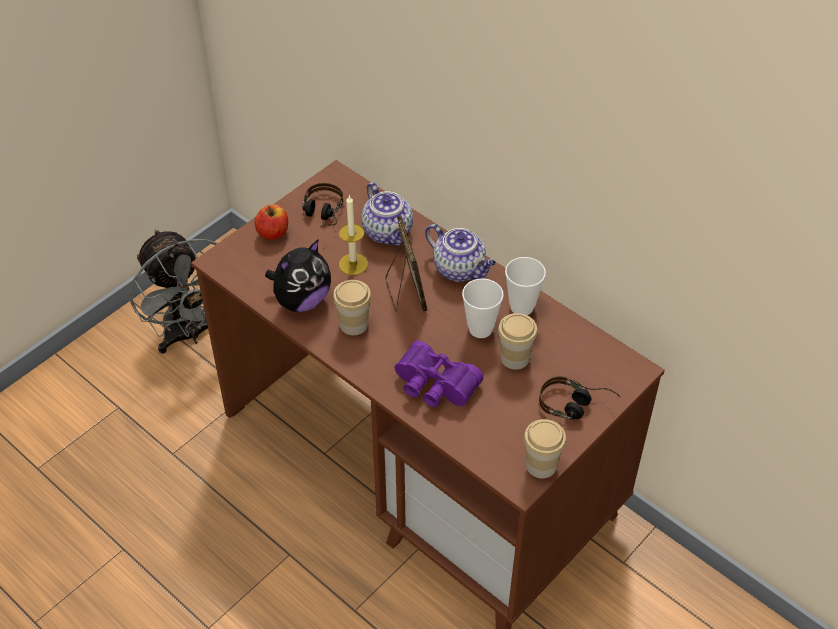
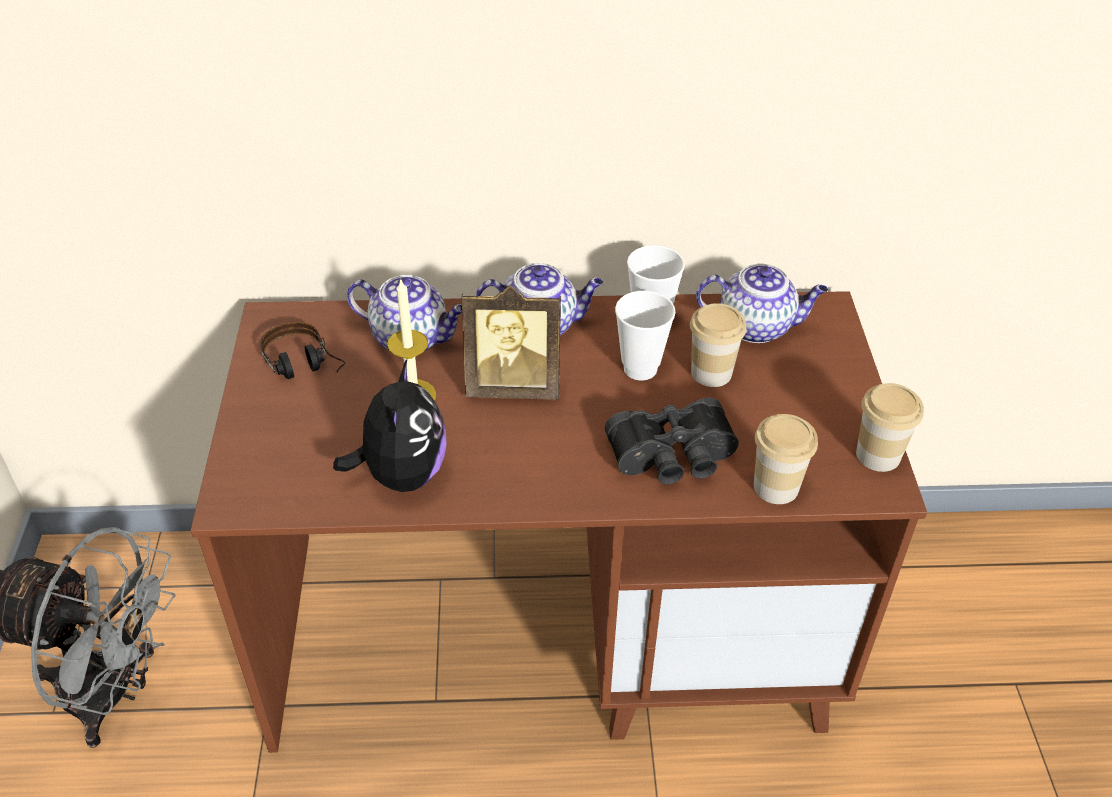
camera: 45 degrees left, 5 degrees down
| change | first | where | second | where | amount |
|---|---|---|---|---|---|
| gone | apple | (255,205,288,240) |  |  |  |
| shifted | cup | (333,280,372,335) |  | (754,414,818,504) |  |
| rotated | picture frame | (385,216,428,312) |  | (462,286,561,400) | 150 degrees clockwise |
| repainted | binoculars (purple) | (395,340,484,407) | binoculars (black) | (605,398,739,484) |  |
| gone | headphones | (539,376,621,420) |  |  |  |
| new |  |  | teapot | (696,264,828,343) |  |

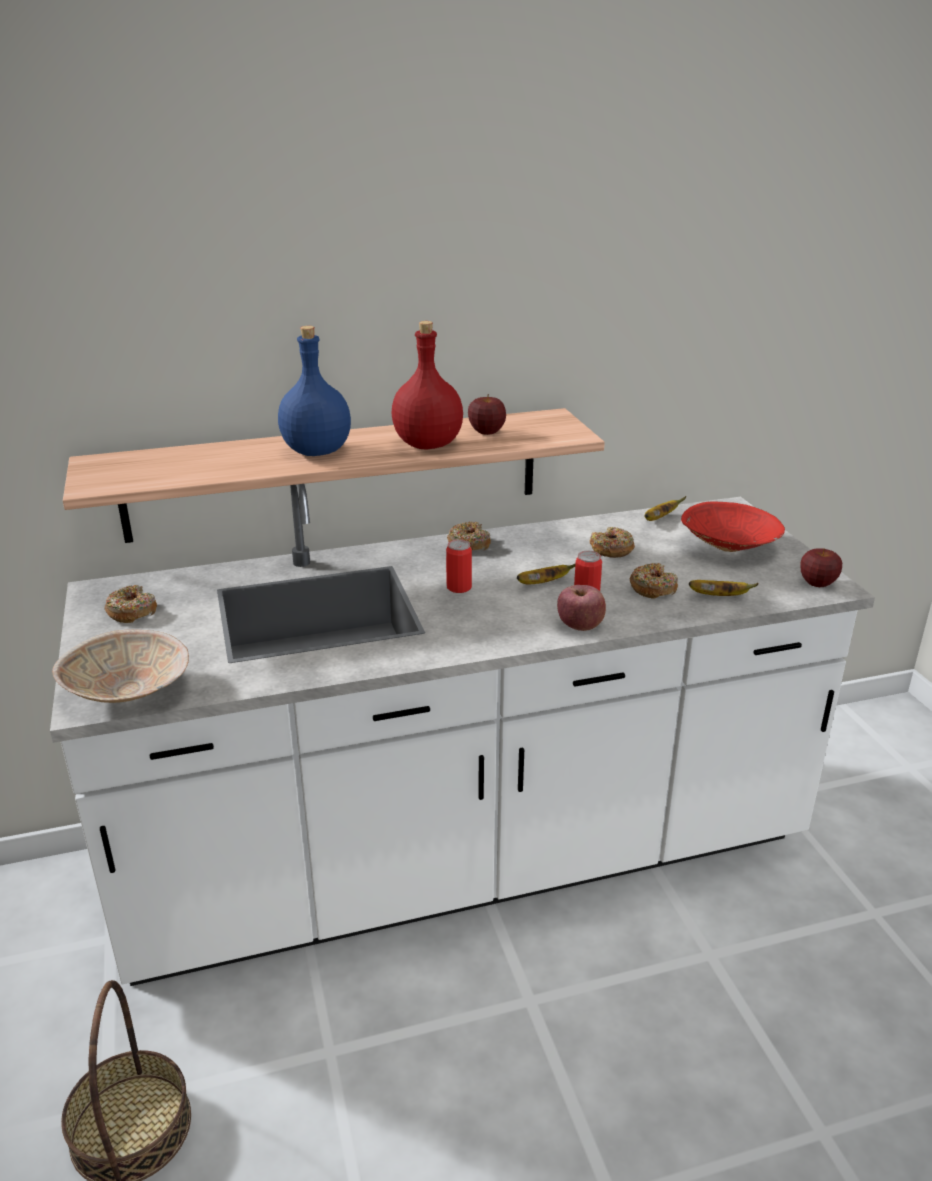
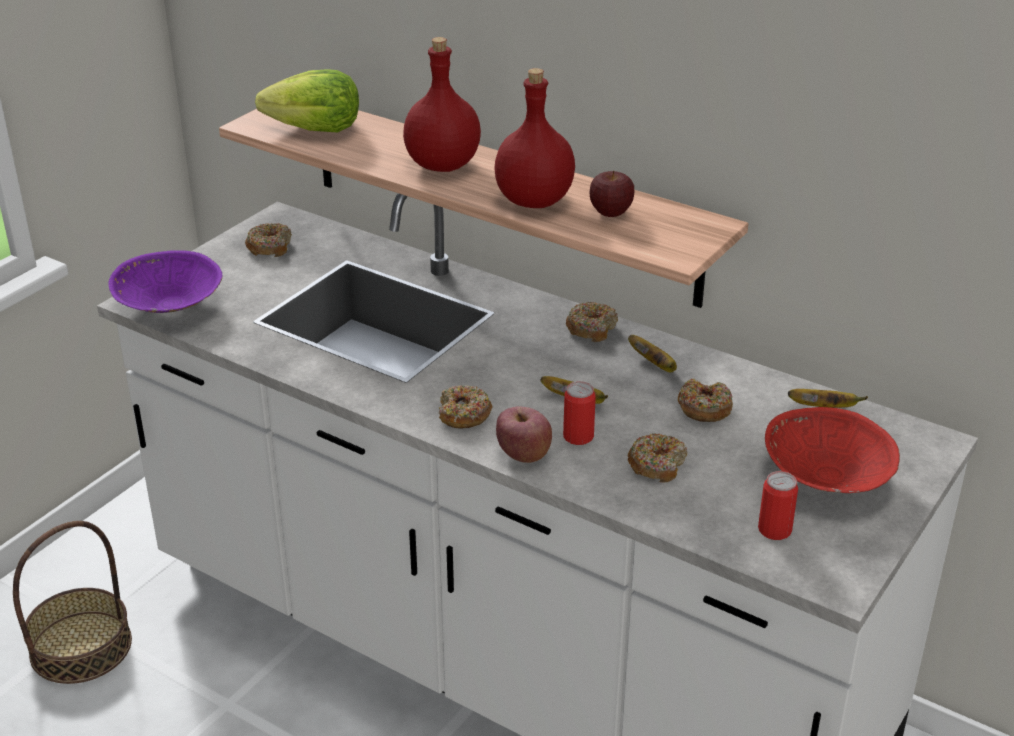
camera: 50 degrees right, 5 degrees up
| change | first | where | second | where | amount |
|---|---|---|---|---|---|
| repainted | bowl (beige) | (52,630,189,703) | bowl (purple) | (109,250,223,313) |  |
| repainted | bottle (blue) | (278,326,351,456) | bottle (red) | (403,37,481,172) |  |
| shifted | can | (446,539,472,593) |  | (758,471,798,540) |  |
| shifted | banana | (689,580,759,596) |  | (628,335,677,373) |  |
| gone | apple | (800,548,842,587) |  |  |  |
| new |  |  | lettuce | (255,69,359,133) |  |
| new |  |  | donut | (439,385,493,428) |  |

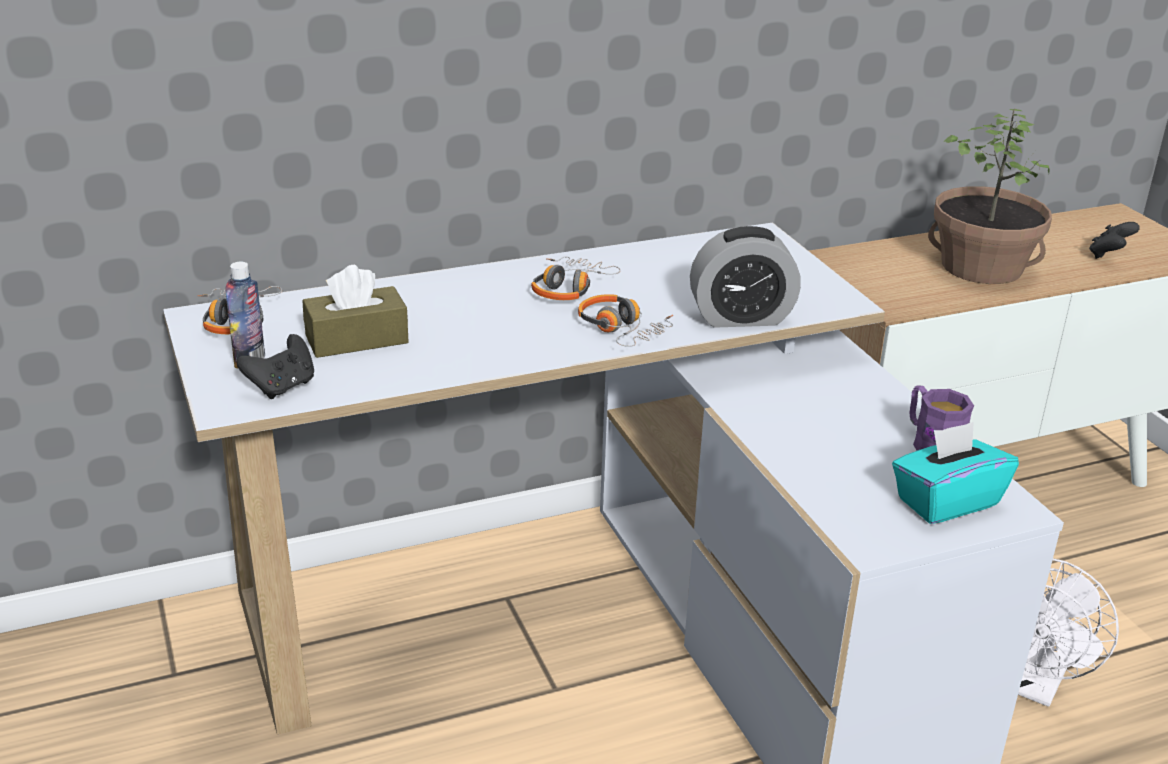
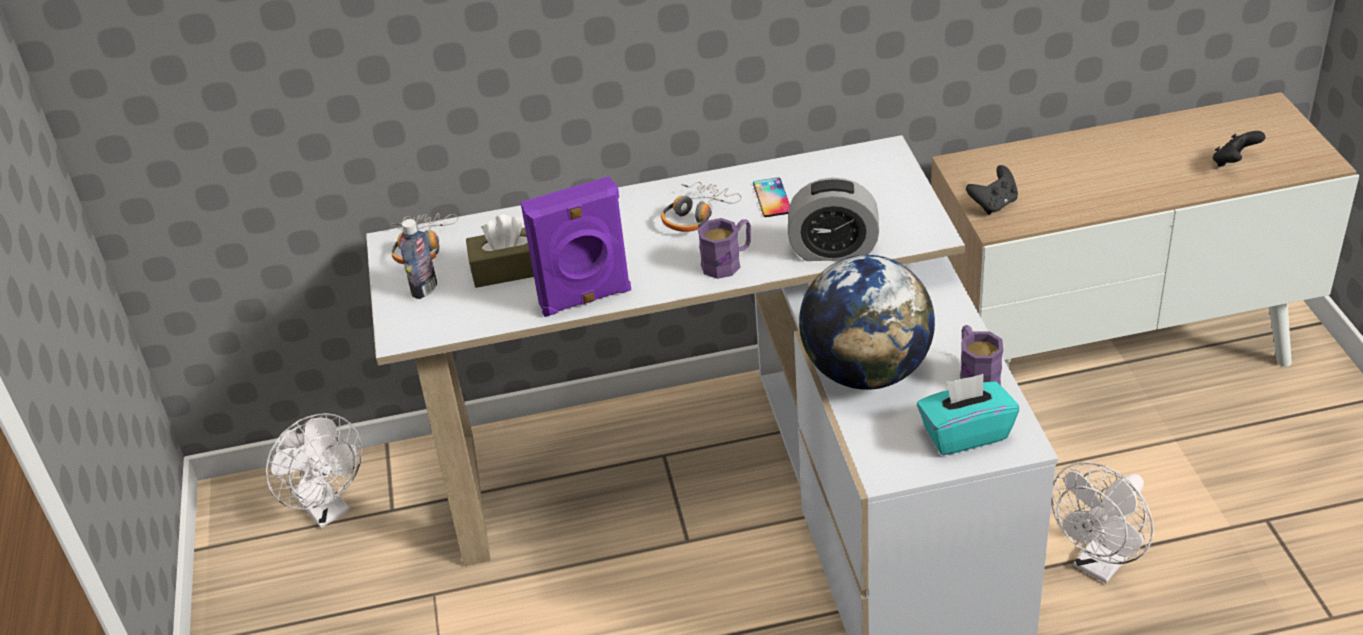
camera: 15 degrees right, 10 degrees up
| change | first | where | second | where | amount |
|---|---|---|---|---|---|
| shifted | game controller (black) | (237,334,314,399) |  | (966,165,1018,215) |  |
| swapped | headphones | (578,294,673,347) | mug (purple) | (698,218,751,279) |  |
| gone | potted plant | (928,109,1052,284) |  |  |  |
| new |  |  | fan (white) | (266,413,362,528) |  |
| new |  |  | speaker (purple) | (520,176,631,317) |  |
| new |  |  | phone | (753,178,790,217) |  |
| new |  |  | globe | (799,255,935,390) |  |

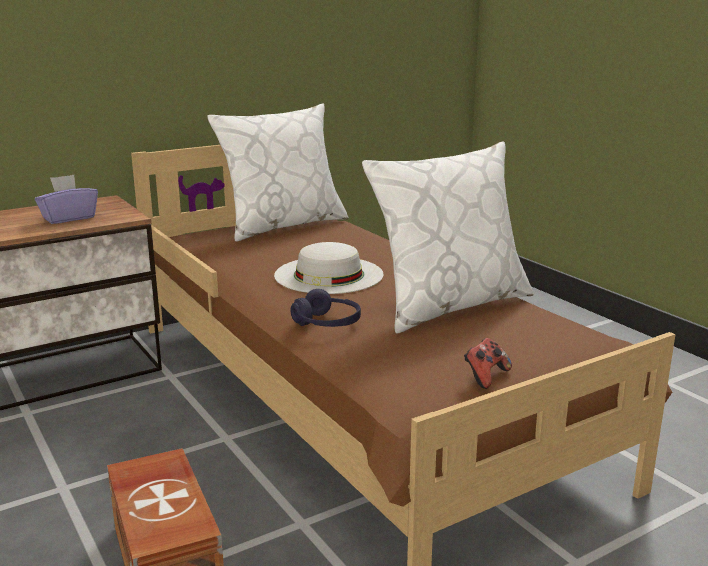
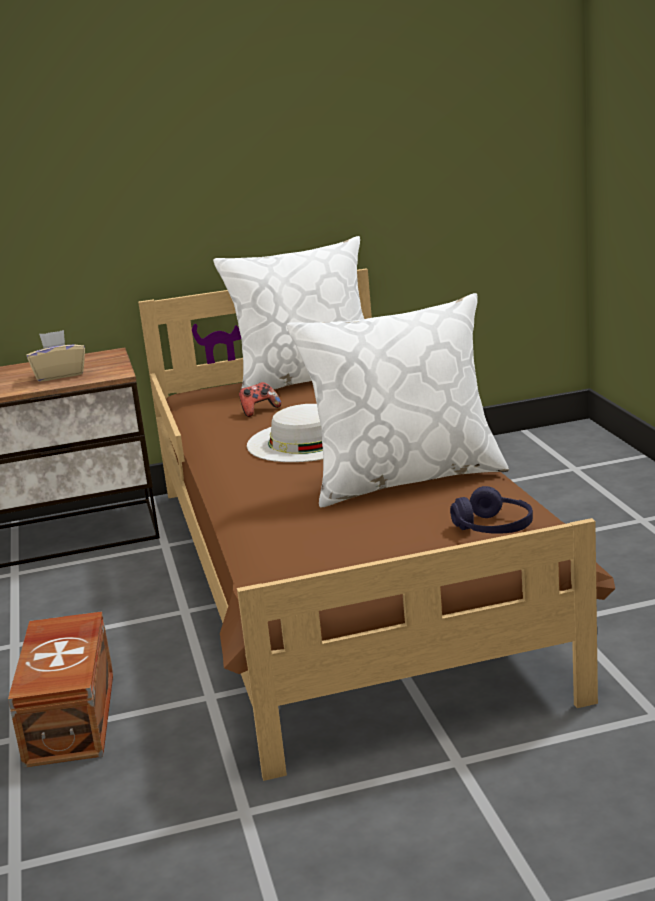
camera: 20 degrees right, 0 degrees up
| change | first | where | second | where | amount |
|---|---|---|---|---|---|
| repainted | tissue box (purple) | (35,175,98,224) | tissue box (beige) | (26,330,85,382) |  |
| shifted | headphones (purple) | (290,289,361,327) |  | (450,486,533,534) |  |
| shifted | game controller | (464,338,512,389) |  | (239,382,281,417) |  |

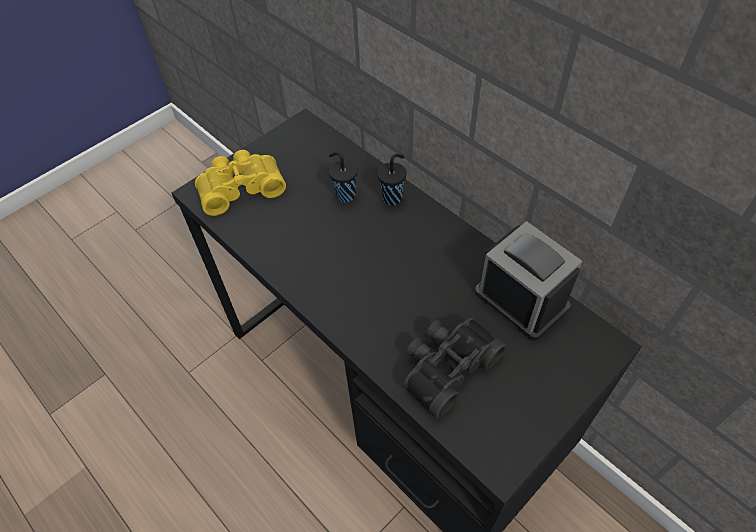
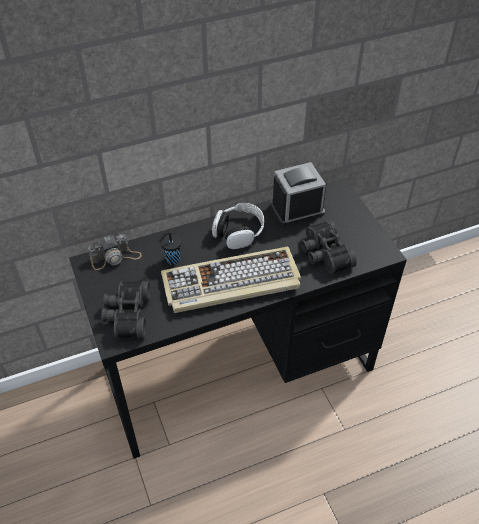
camera: 70 degrees left, 5 degrees down
| change | first | where | second | where | amount |
|---|---|---|---|---|---|
| repainted | binoculars (yellow) | (195,150,286,216) | binoculars (black) | (101,281,150,338) |  |
| gone | cup (black) | (377,154,406,205) |  |  |  |
| new |  |  | photo camera | (88,234,142,270) |  |
| new |  |  | keyboard | (161,247,301,313) |  |
| new |  |  | headphones | (212,203,264,249) |  |

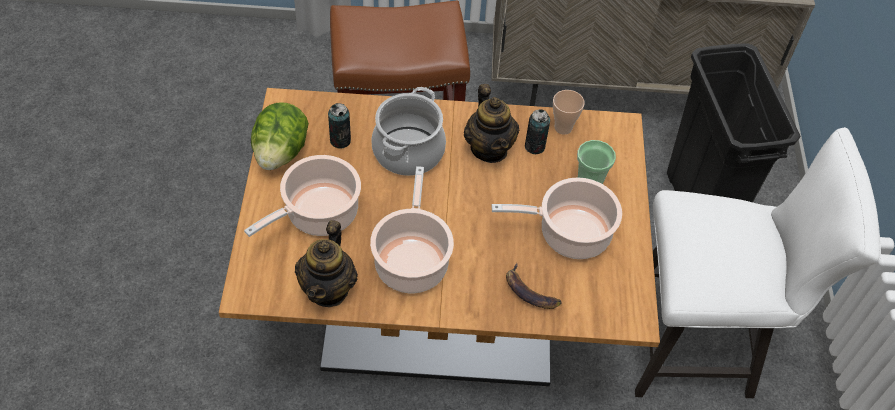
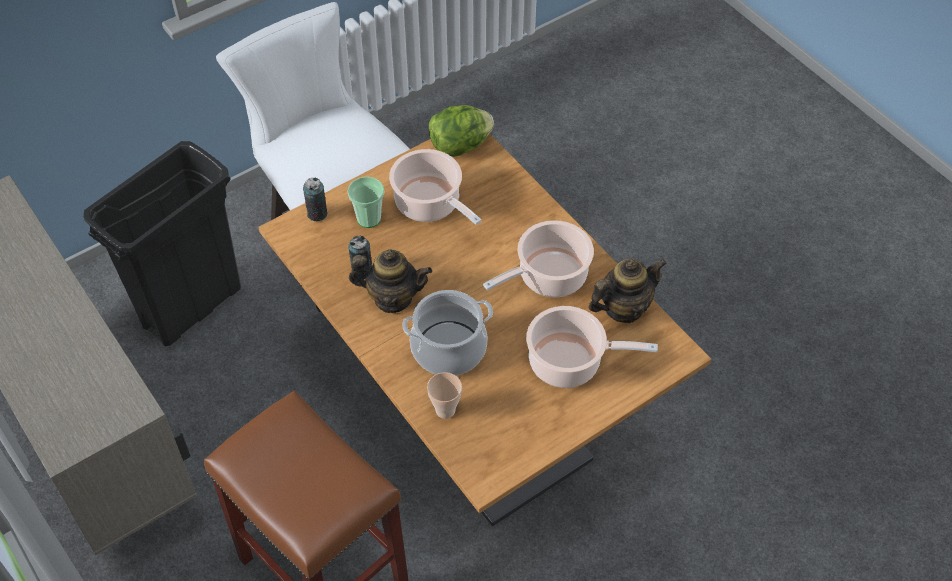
camera: 125 degrees left, 0 degrees up
| change | first | where | second | where | amount |
|---|---|---|---|---|---|
| shifted | lettuce | (251,102,309,170) |  | (429,105,494,157) |  |
| shifted | can | (328,103,351,149) |  | (303,178,327,221) |  |
| rotated | teapot | (464,84,519,163) |  | (349,249,432,313) | 60 degrees clockwise |
| gone | banana | (506,263,562,309) |  |  |  |
| shifted | cup | (553,90,585,135) |  | (427,372,462,419) |  |

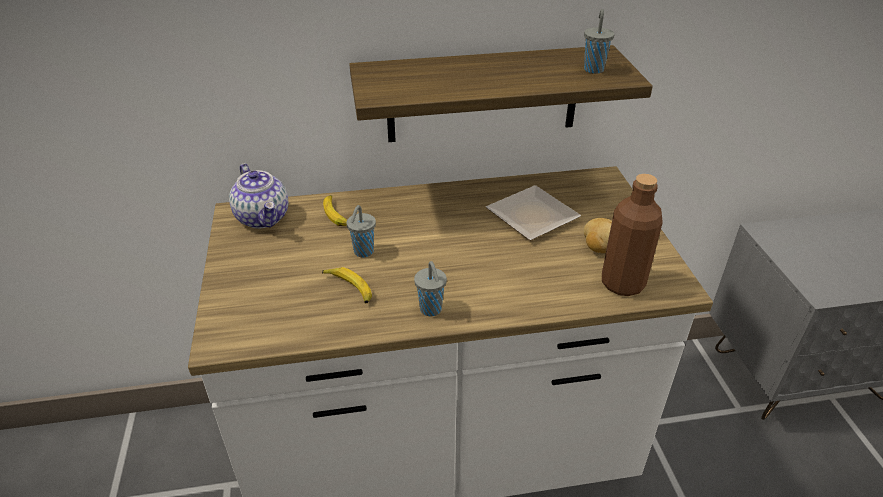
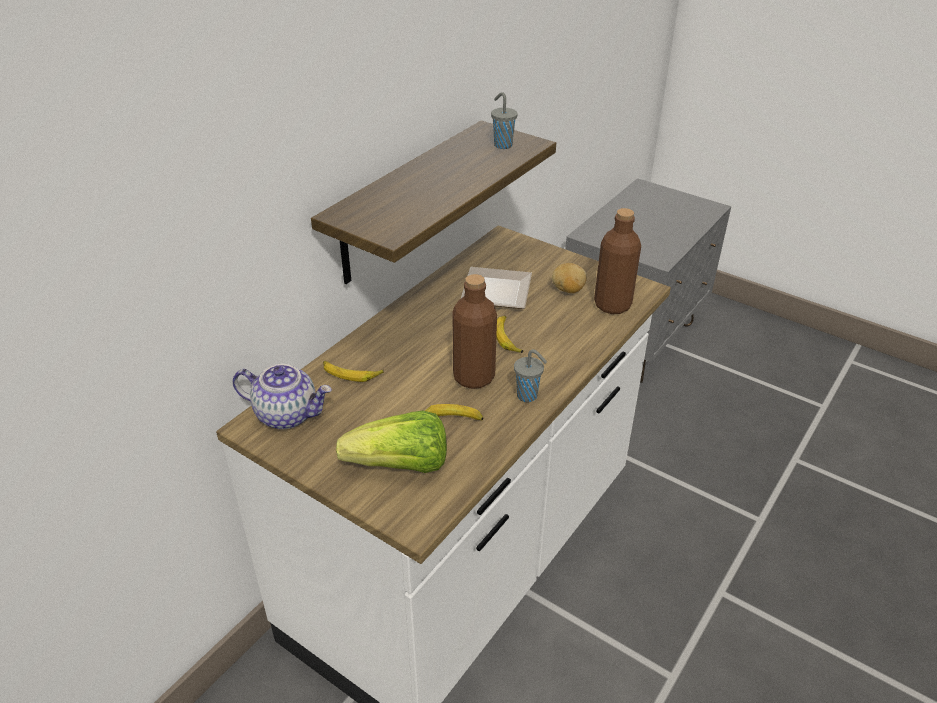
camera: 45 degrees left, 0 degrees up
| change | first | where | second | where | amount |
|---|---|---|---|---|---|
| gone | cup (grey) | (346,205,376,258) |  |  |  |
| new |  |  | lettuce | (336,410,447,473) |  |
| new |  |  | bottle (brown) | (452,274,497,389) |  |
| new |  |  | banana | (496,316,523,353) |  |

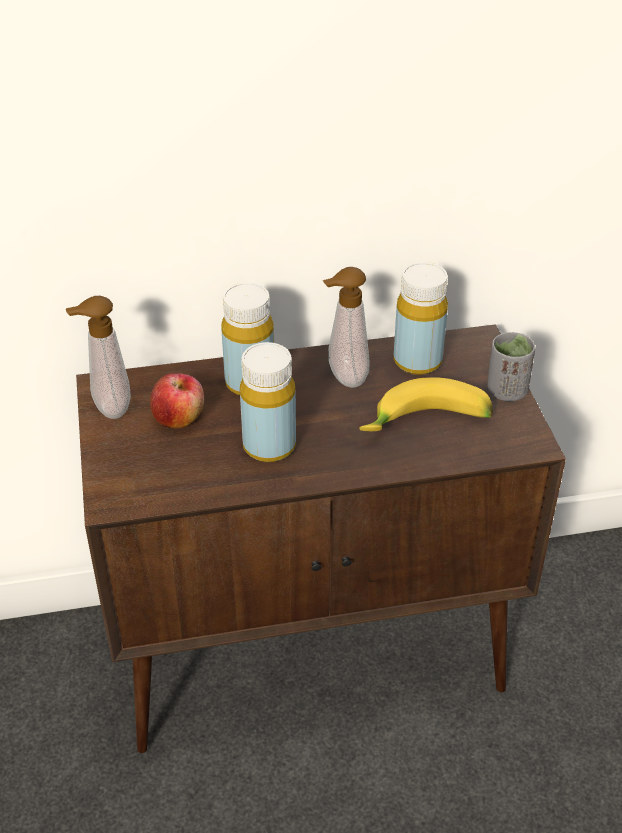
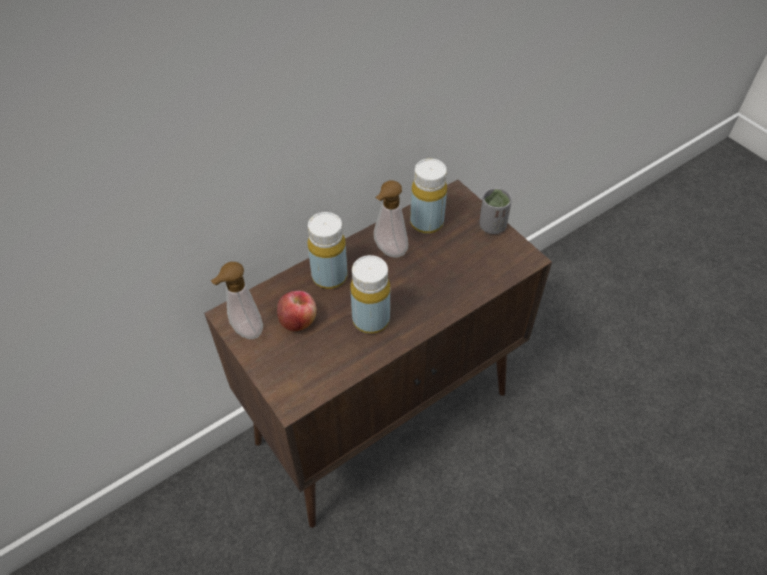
camera: 25 degrees left, 10 degrees up
| change | first | where | second | where | amount |
|---|---|---|---|---|---|
| gone | banana | (359,377,493,431) |  |  |  |

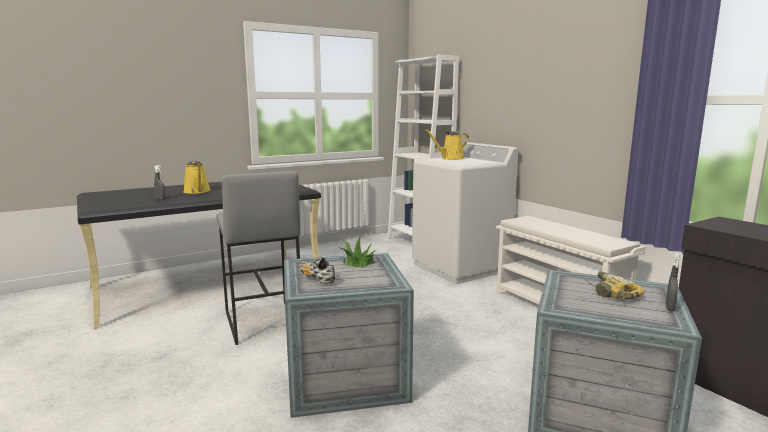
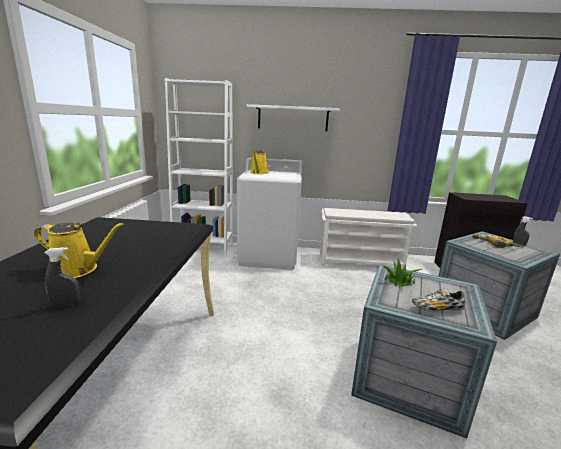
camera: 55 degrees left, 5 degrees up
| change | first | where | second | where | amount |
|---|---|---|---|---|---|
| gone | stool (grey) | (216,171,301,345) |  |  |  |
| new |  |  | shelf (white) | (247,104,340,131) |  |

